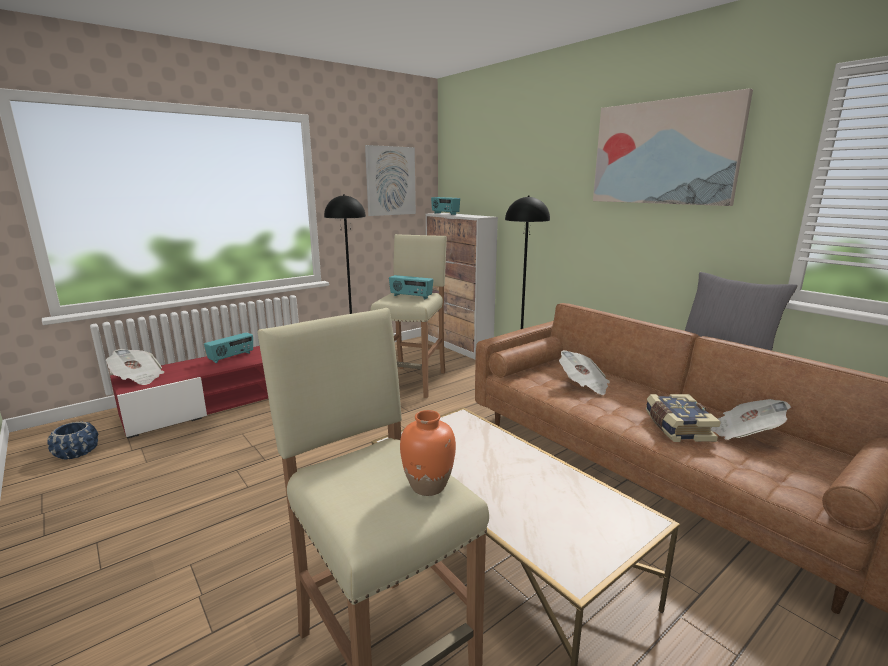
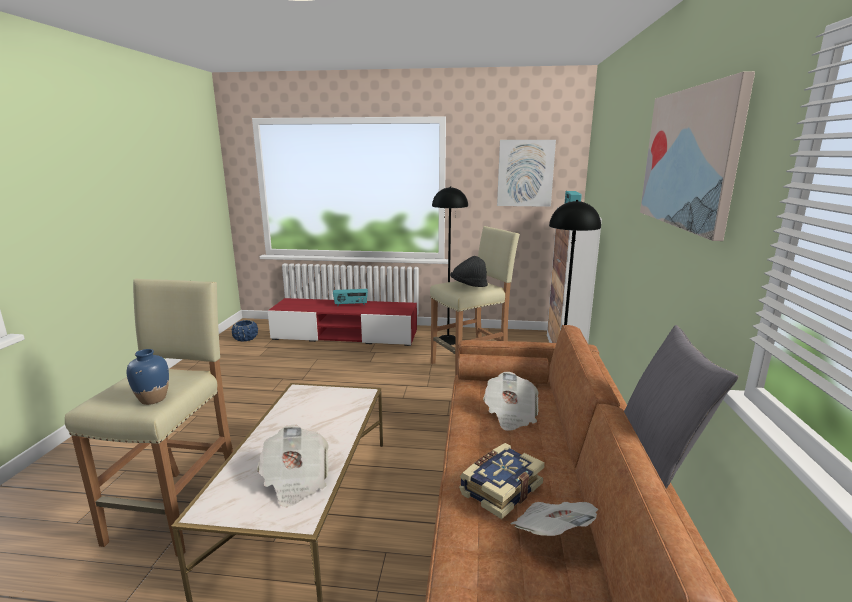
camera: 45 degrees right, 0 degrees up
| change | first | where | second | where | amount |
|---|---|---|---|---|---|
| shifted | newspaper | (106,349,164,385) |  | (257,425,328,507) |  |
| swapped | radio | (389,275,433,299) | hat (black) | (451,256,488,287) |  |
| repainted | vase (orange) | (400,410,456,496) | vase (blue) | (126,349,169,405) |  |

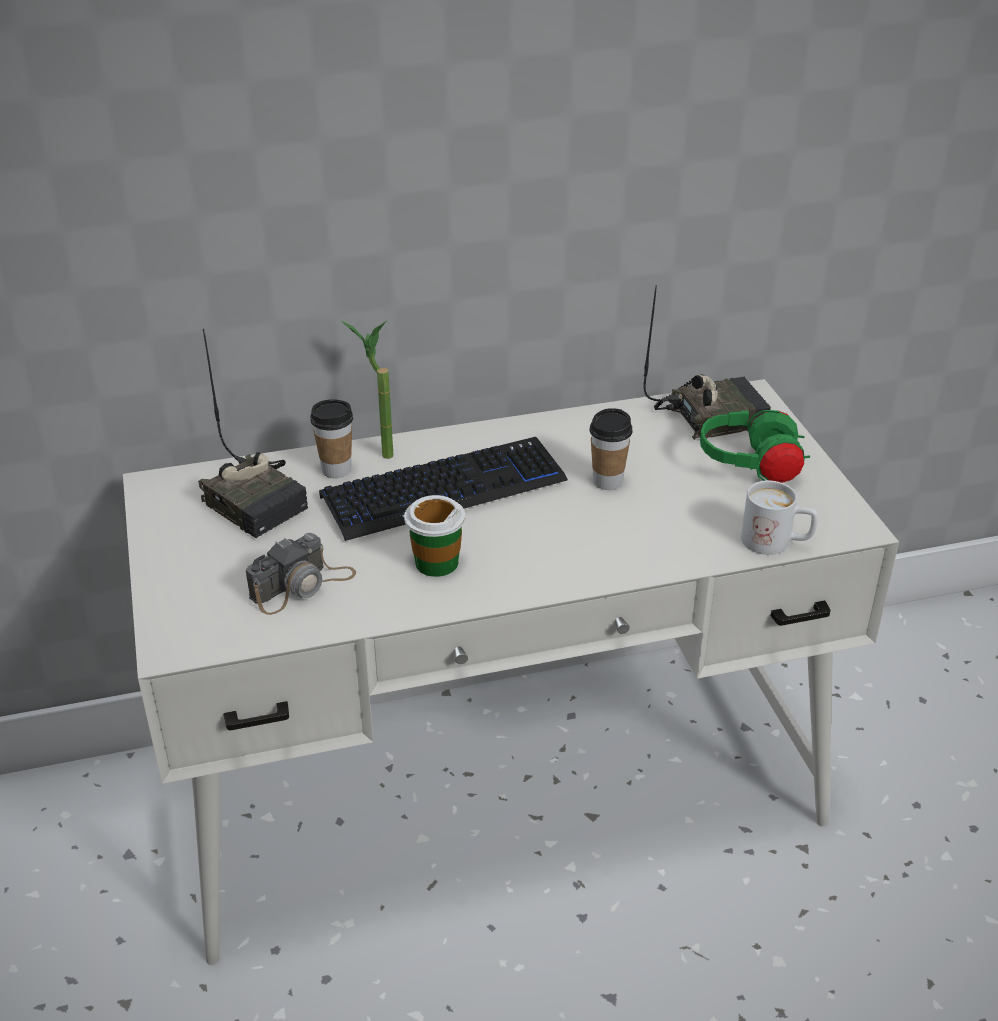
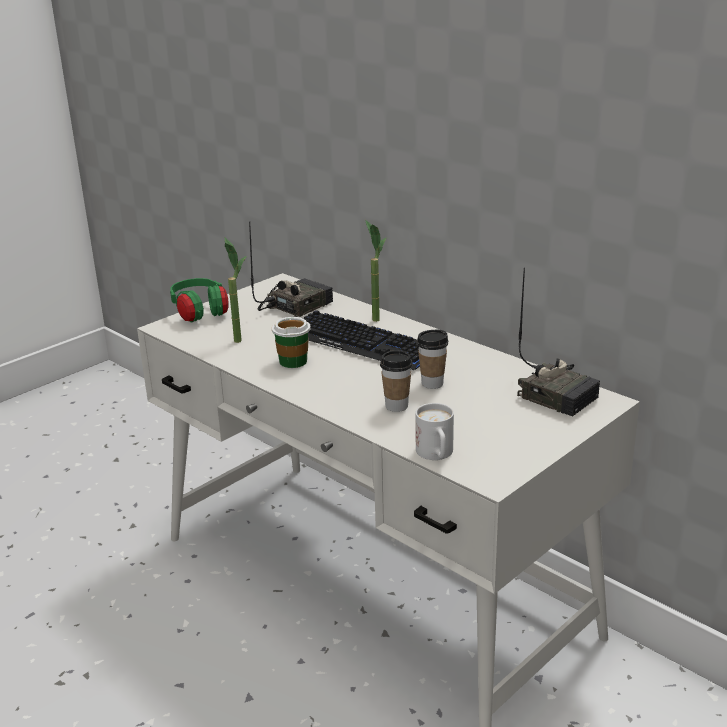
camera: 60 degrees right, 10 degrees down
| change | first | where | second | where | amount |
|---|---|---|---|---|---|
| rotated | radio | (198,329,308,538) |  | (249,221,333,317) | 150 degrees counterclockwise |
| swapped | photo camera | (246,533,356,615) | potted plant | (225,238,247,343) |  |
| shifted | cup | (310,399,353,478) |  | (380,350,413,412) |  |
| shifted | headphones (green) | (700,410,810,483) |  | (170,278,229,322) |  |

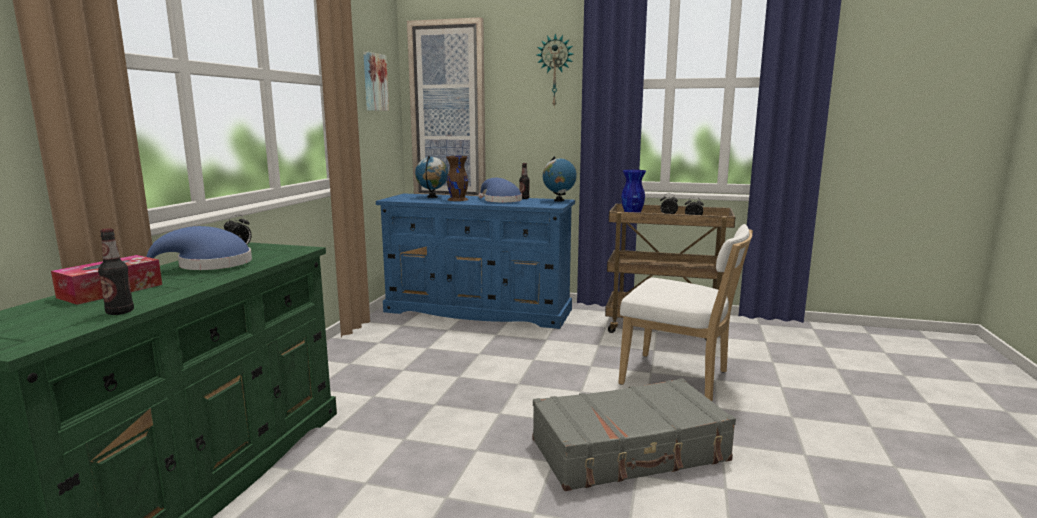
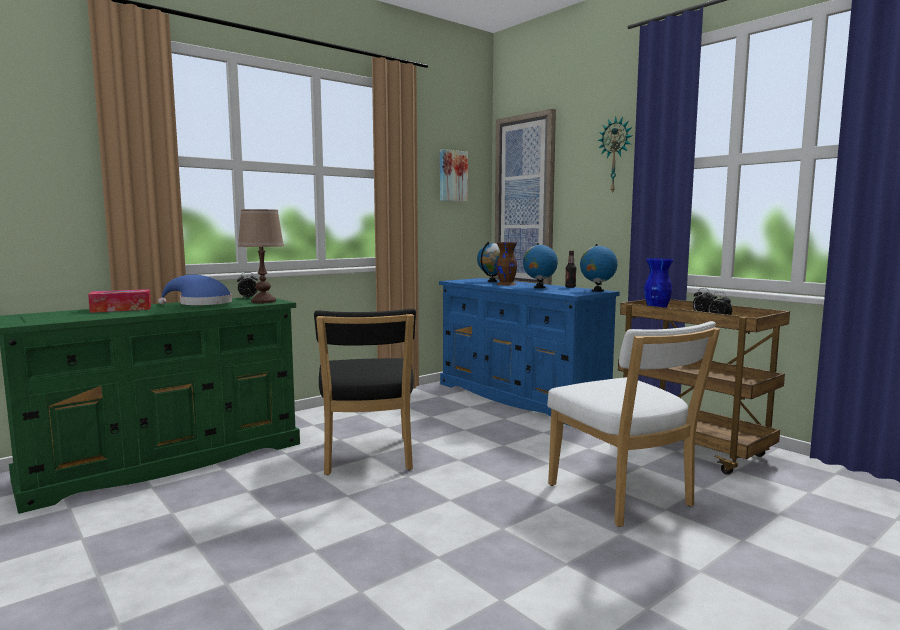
camera: 35 degrees right, 5 degrees down
| change | first | where | second | where | amount |
|---|---|---|---|---|---|
| gone | bottle | (98,228,134,315) |  |  |  |
| swapped | hat (blue) | (478,178,522,202) | globe | (523,243,558,288) |  |
| gone | suitcase (grey) | (532,378,736,491) |  |  |  |
| new |  |  | table lamp (brown) | (238,209,284,303) |  |
| new |  |  | chair (black) | (314,309,416,475) |  |

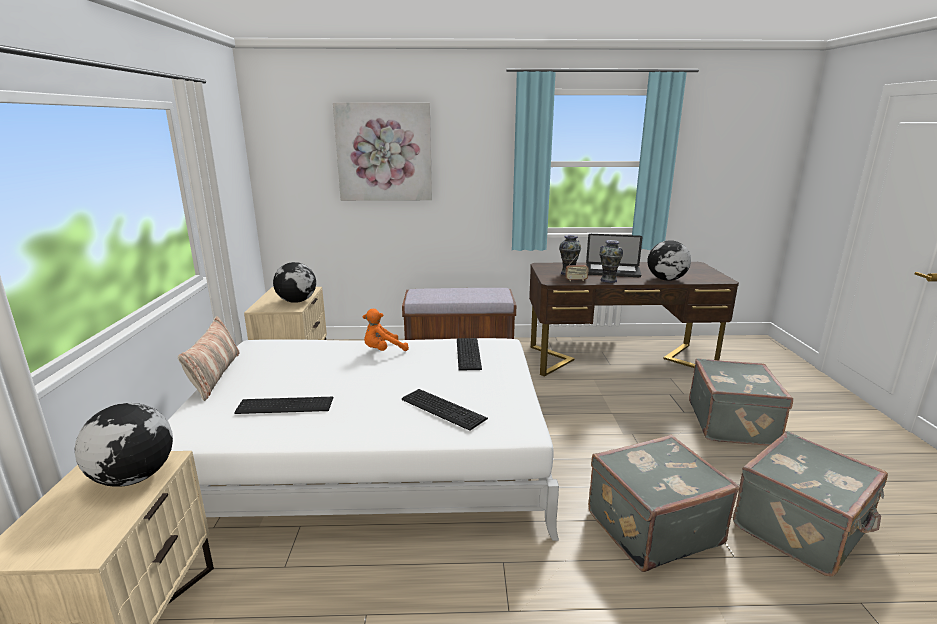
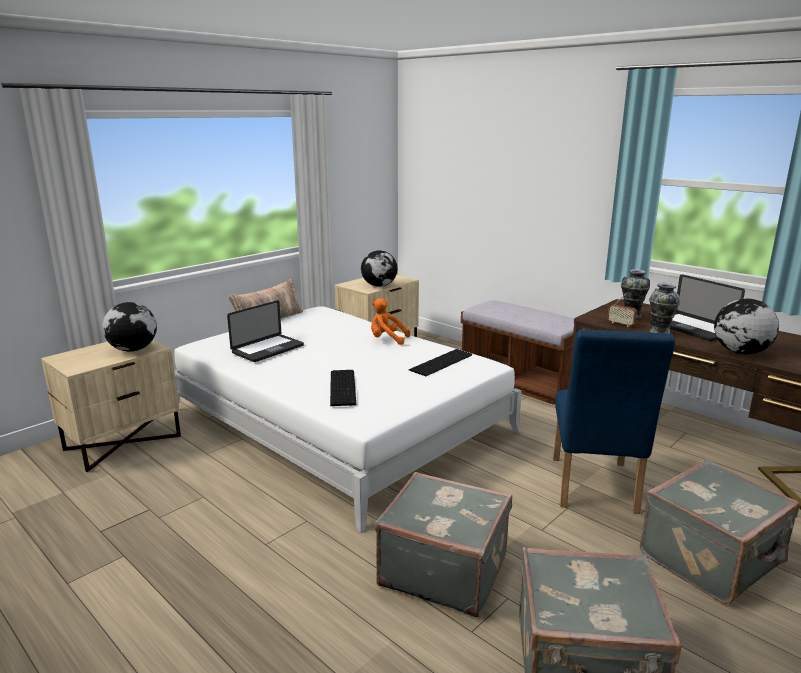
camera: 45 degrees right, 0 degrees up
| change | first | where | second | where | amount |
|---|---|---|---|---|---|
| swapped | keyboard | (234,397,333,414) | laptop | (227,300,304,362) |  |
| gone | picture | (333,103,432,201) |  |  |  |
| new |  |  | chair (blue) | (553,329,675,514) |  |

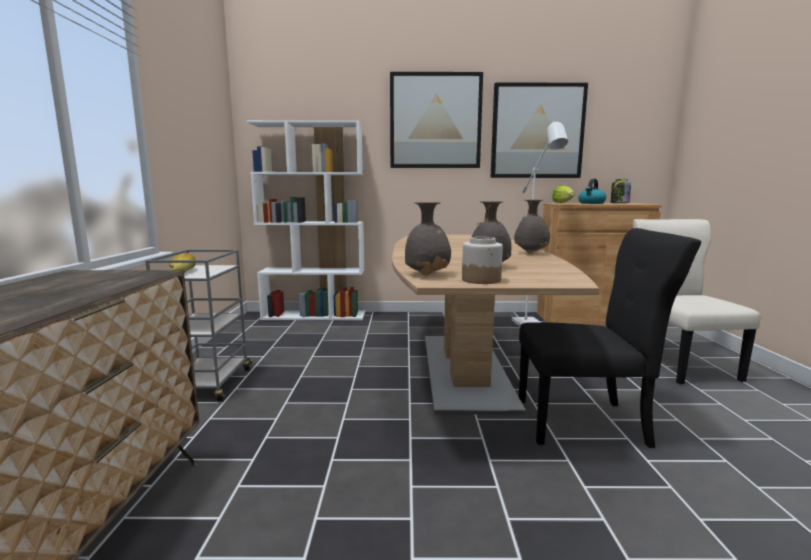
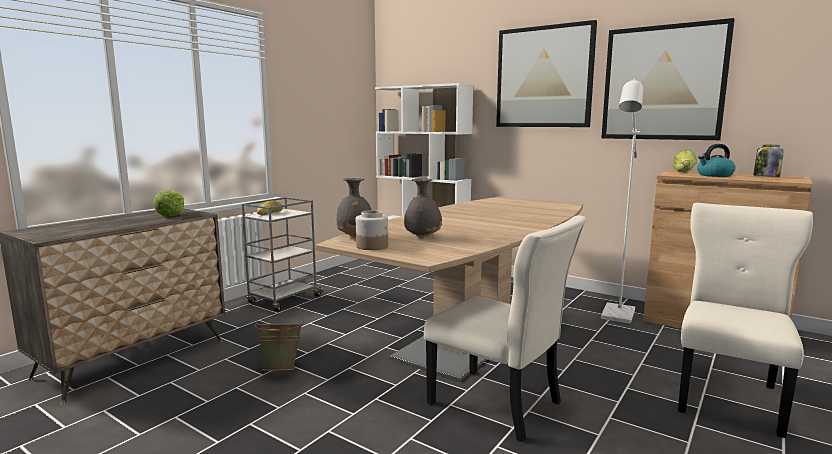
camera: 35 degrees right, 0 degrees up
| change | first | where | second | where | amount |
|---|---|---|---|---|---|
| gone | vase (grey) | (514,200,550,254) |  |  |  |
| repainted | chair (black) | (519,228,701,448) | chair (beige) | (424,215,586,442) |  |
| new |  |  | lettuce | (153,190,184,217) |  |
| new |  |  | bucket (green) | (255,321,304,371) |  |

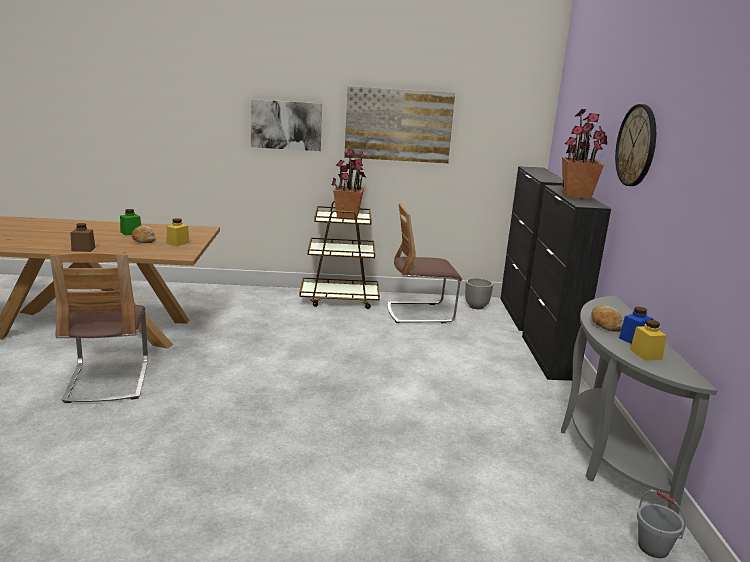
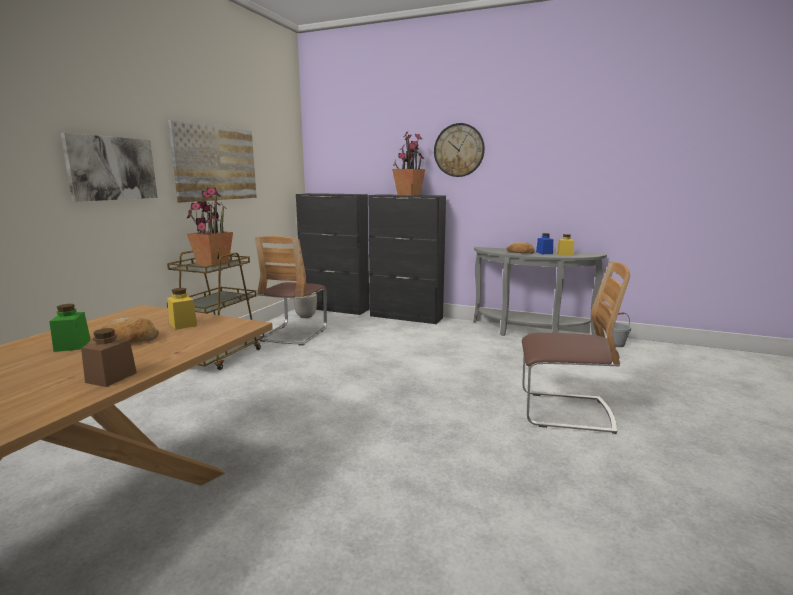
camera: 65 degrees left, 5 degrees down
| change | first | where | second | where | amount |
|---|---|---|---|---|---|
| shifted | chair | (50,252,148,403) |  | (522,262,630,434) |  |

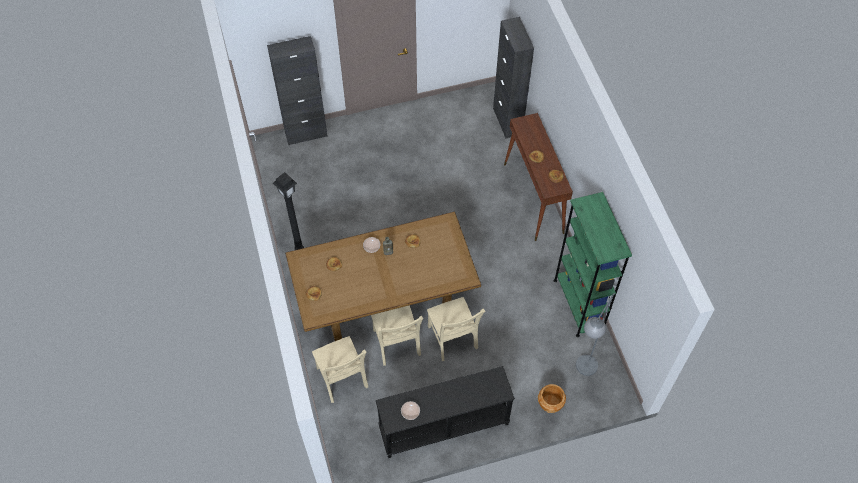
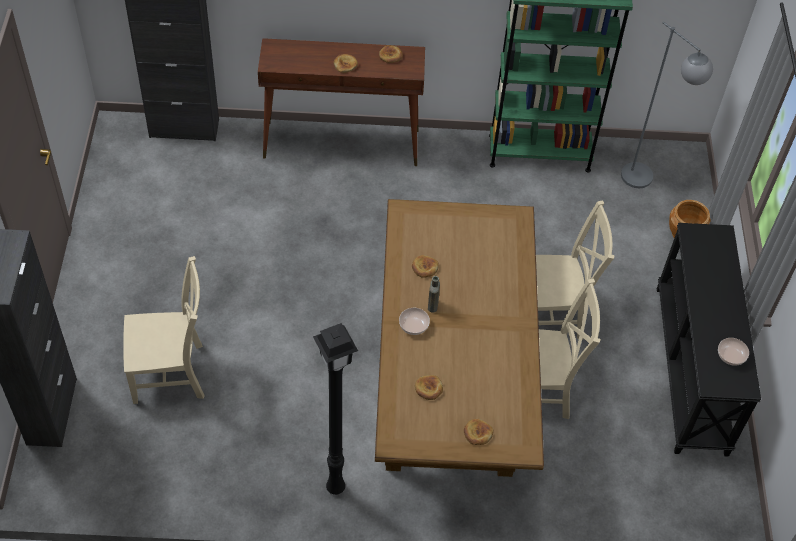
camera: 75 degrees left, 5 degrees down
| change | first | where | second | where | amount |
|---|---|---|---|---|---|
| shifted | chair (beige) | (312,336,368,403) |  | (123,256,205,404) |  |

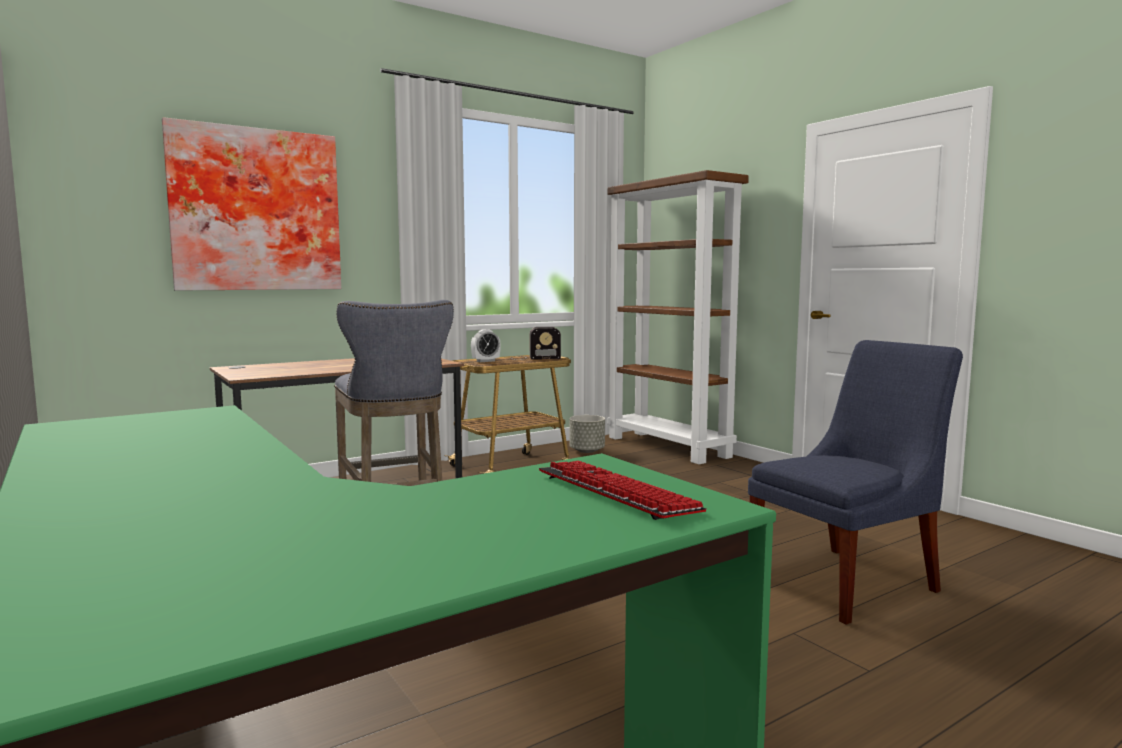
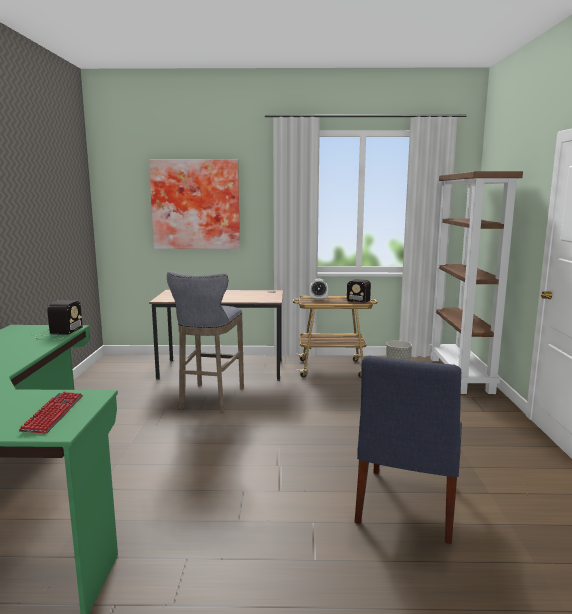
camera: 35 degrees right, 5 degrees up
| change | first | where | second | where | amount |
|---|---|---|---|---|---|
| rotated | chair (blue) | (748,340,963,625) |  | (355,355,462,544) | 105 degrees clockwise |
| new |  |  | radio | (34,300,83,340) |  |

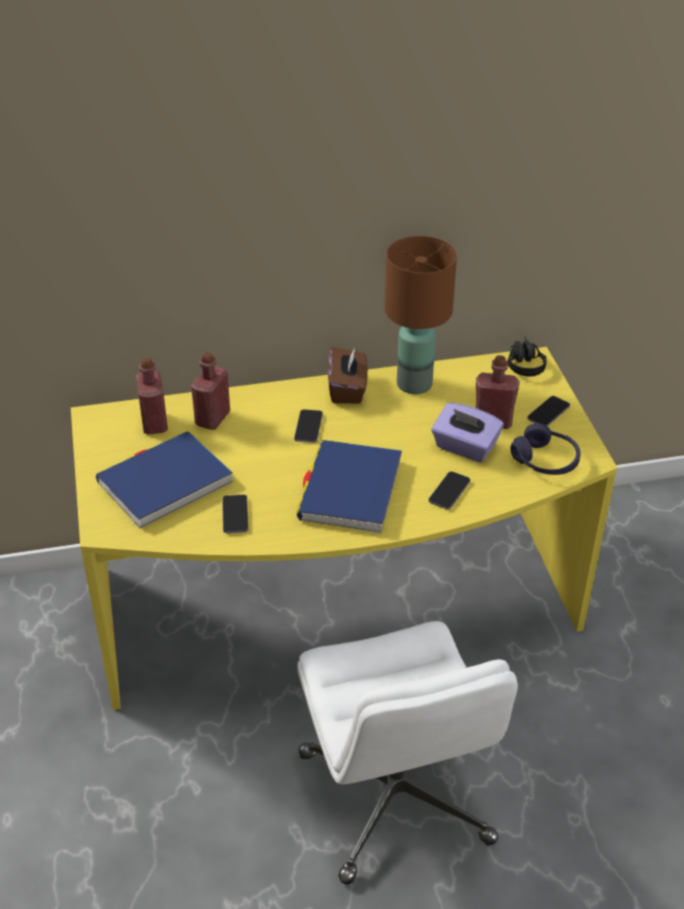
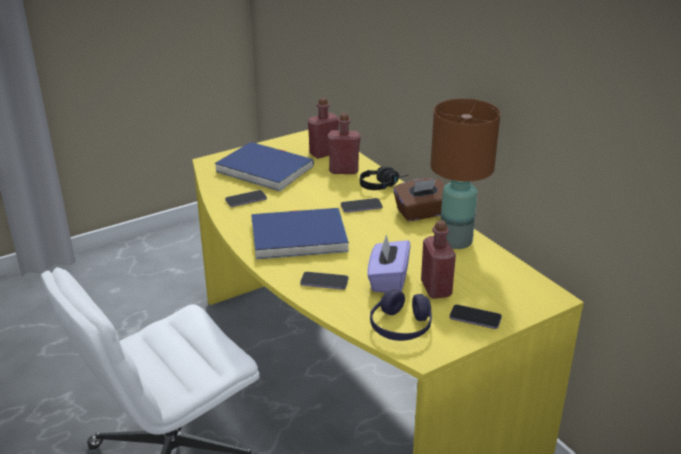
camera: 70 degrees right, 10 degrees down
| change | first | where | second | where | amount |
|---|---|---|---|---|---|
| shifted | headphones (black) | (507,336,547,376) |  | (360,167,408,190) |  |

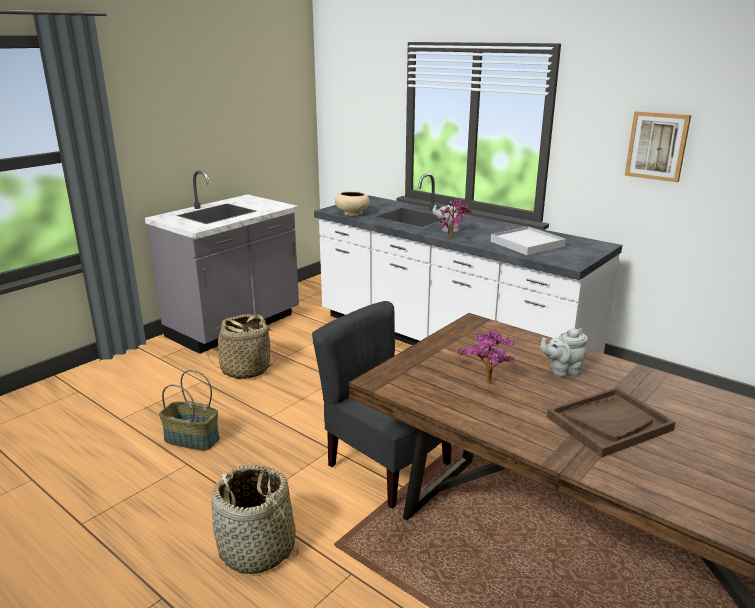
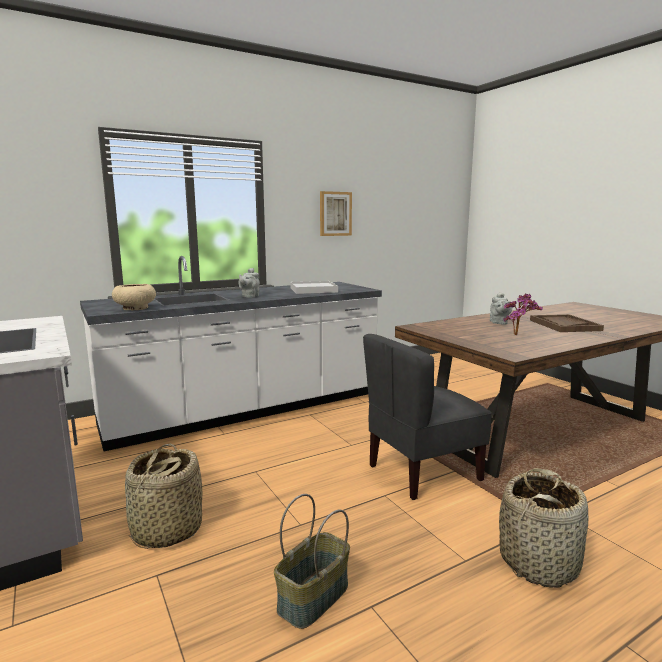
camera: 70 degrees left, 10 degrees down
| change | first | where | second | where | amount |
|---|---|---|---|---|---|
| gone | potted plant | (440,199,472,238) |  |  |  |

